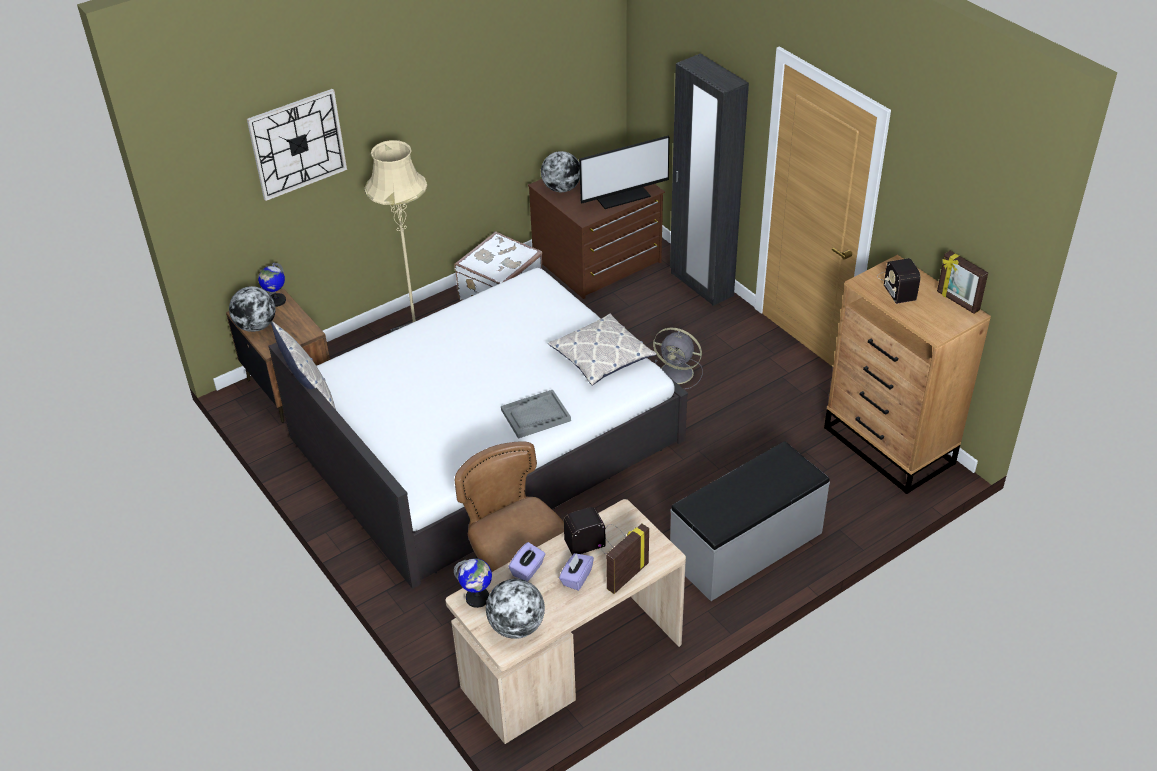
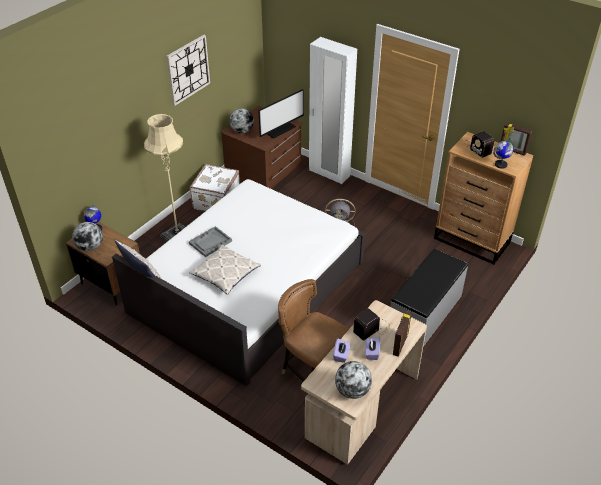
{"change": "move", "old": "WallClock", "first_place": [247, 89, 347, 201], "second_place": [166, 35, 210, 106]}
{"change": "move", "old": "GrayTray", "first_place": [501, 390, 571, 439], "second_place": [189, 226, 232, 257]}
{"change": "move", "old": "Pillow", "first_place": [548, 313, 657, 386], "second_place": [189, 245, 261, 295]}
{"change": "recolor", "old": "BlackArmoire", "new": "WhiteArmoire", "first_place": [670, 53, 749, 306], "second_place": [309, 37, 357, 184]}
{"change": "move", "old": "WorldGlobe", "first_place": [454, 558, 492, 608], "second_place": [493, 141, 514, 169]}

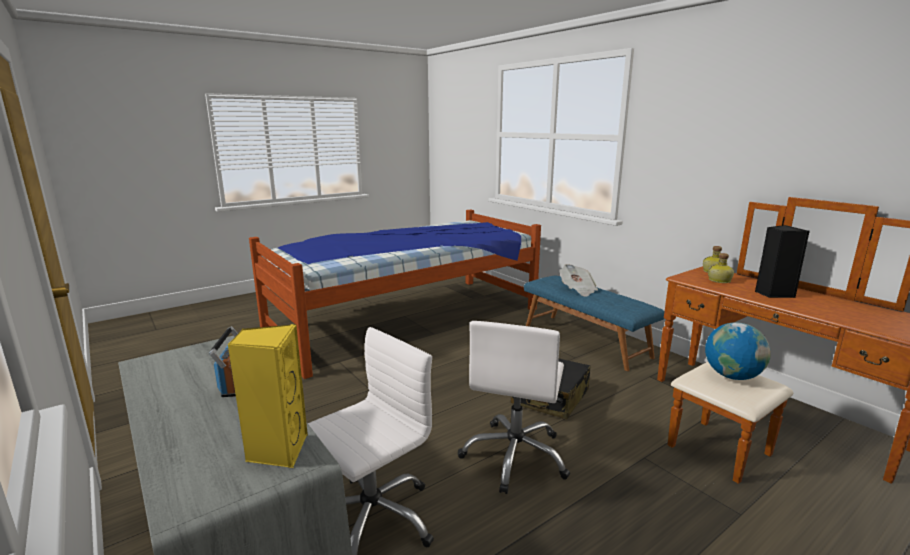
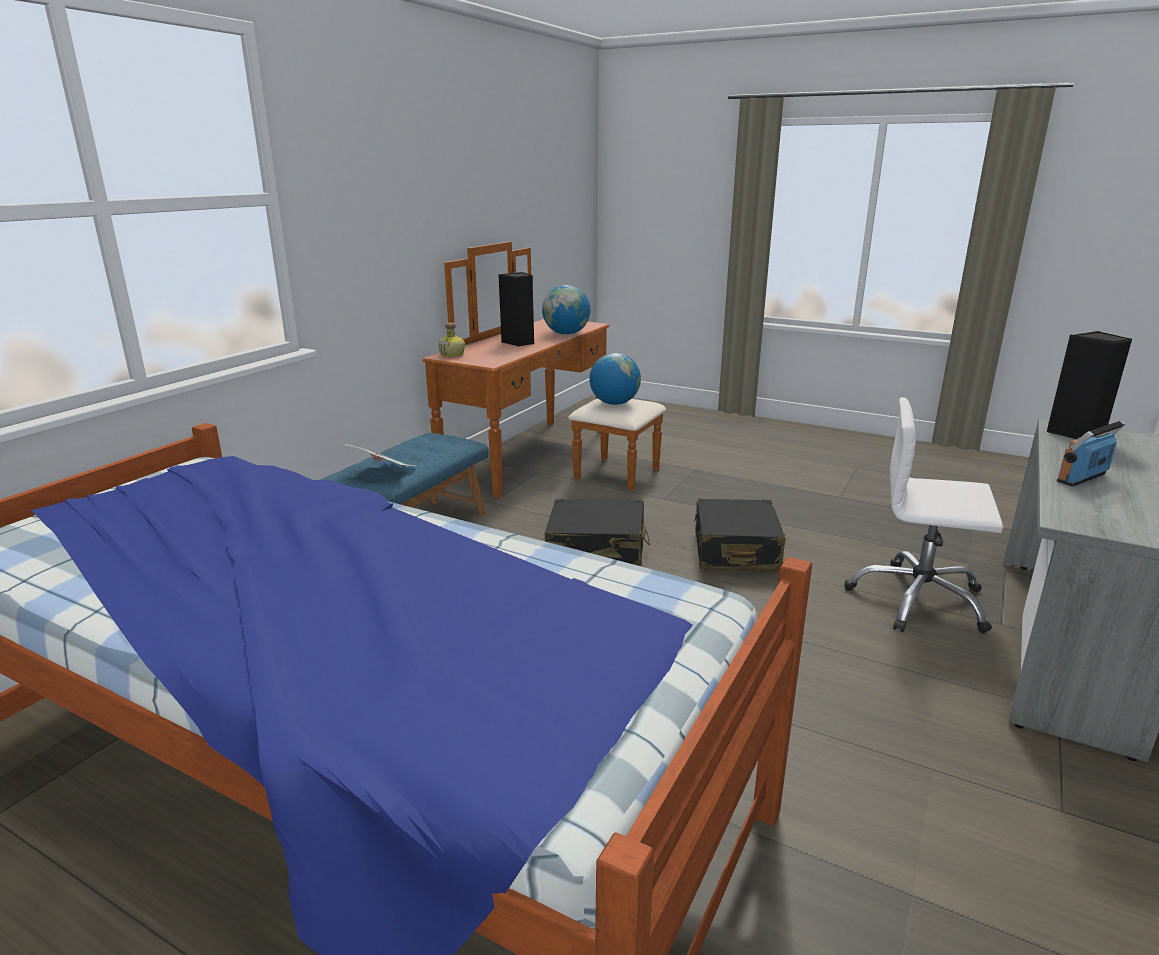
{"change": "insert", "new": "WorldGlobe", "second_place": [542, 285, 591, 335]}
{"change": "replace", "old": "WhiteOfficeChair", "new": "BlackSuitcase", "first_place": [458, 321, 570, 494], "second_place": [693, 499, 786, 572]}
{"change": "recolor", "old": "YellowSpeaker", "new": "BlackSpeaker", "first_place": [227, 324, 308, 468], "second_place": [1047, 331, 1132, 439]}
{"change": "delete", "old": "DrinkBottle", "first_place": [708, 253, 734, 283]}

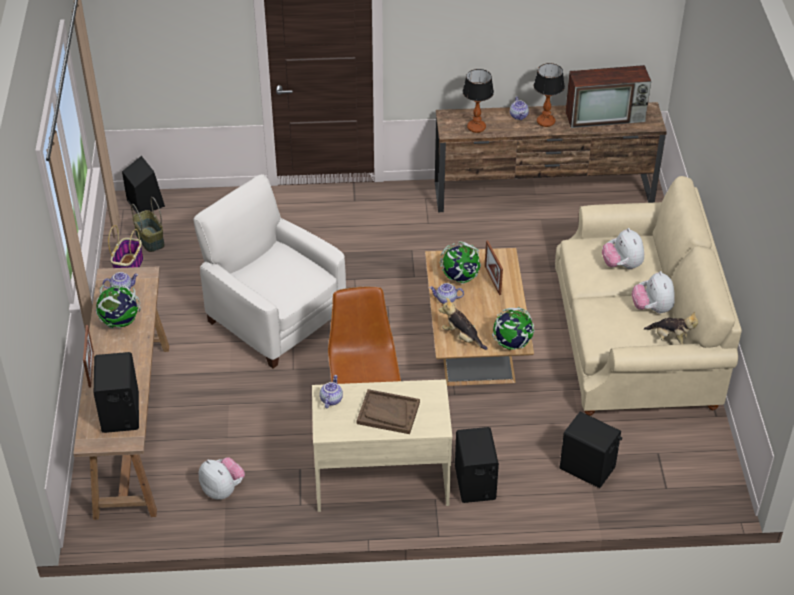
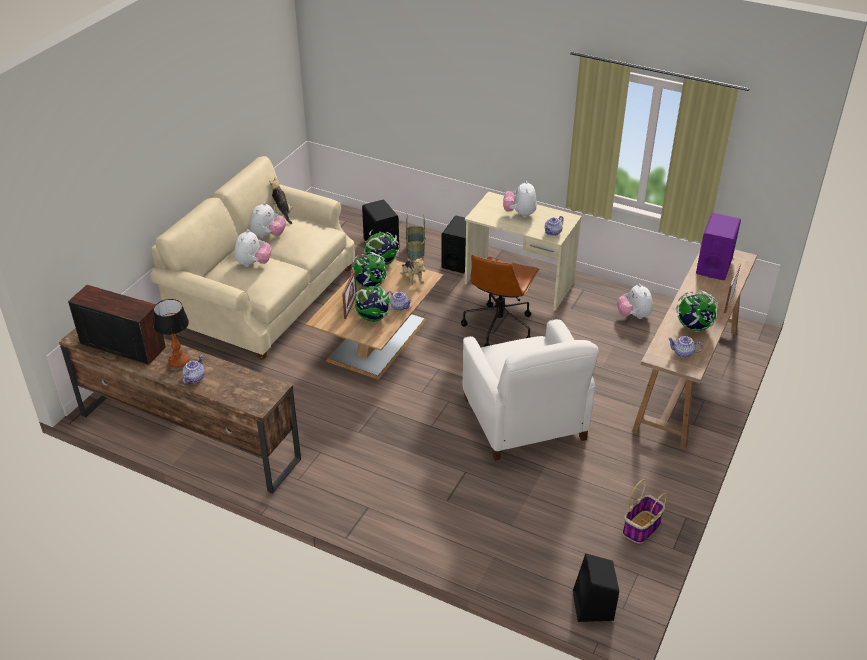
{"change": "insert", "new": "WorldGlobe", "second_place": [351, 252, 387, 287]}
{"change": "move", "old": "StorageBasket", "first_place": [131, 197, 165, 252], "second_place": [406, 213, 426, 259]}
{"change": "replace", "old": "BrownTray", "new": "SoftToy", "first_place": [357, 389, 420, 434], "second_place": [503, 181, 537, 218]}
{"change": "recolor", "old": "BlackSpeaker", "new": "PurpleColouredSpeaker", "first_place": [94, 352, 139, 433], "second_place": [696, 213, 741, 280]}
{"change": "delete", "old": "LampForATable", "first_place": [463, 69, 494, 133]}

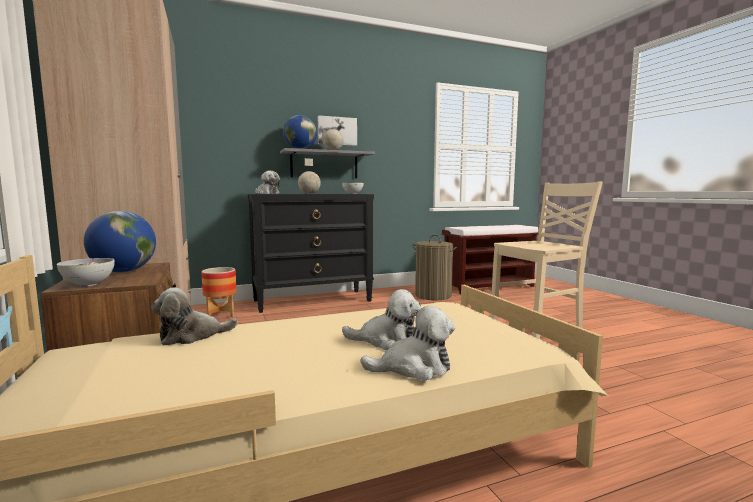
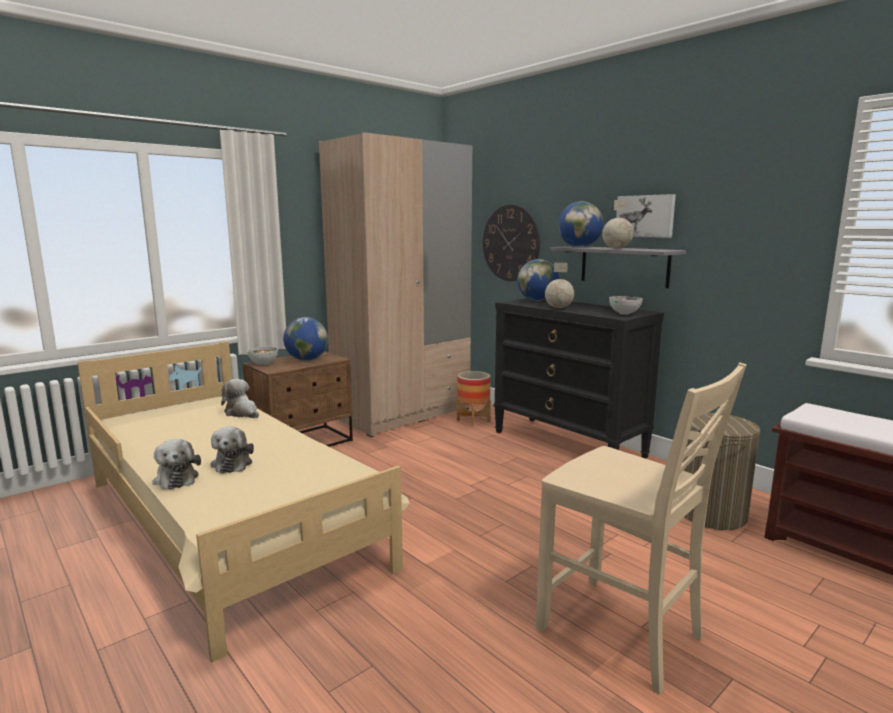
{"change": "insert", "new": "WallClock", "second_place": [483, 205, 540, 281]}
{"change": "replace", "old": "SoftToy", "new": "WorldGlobe", "first_place": [255, 170, 280, 194], "second_place": [517, 259, 559, 301]}

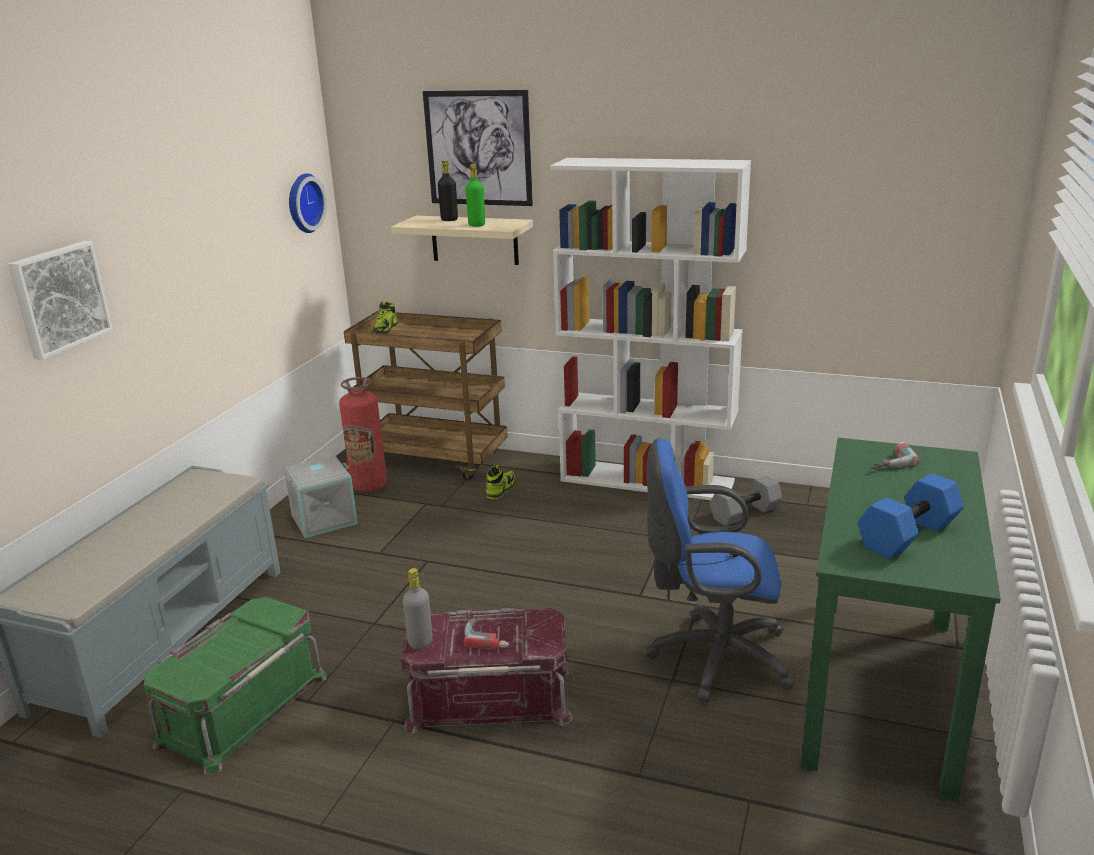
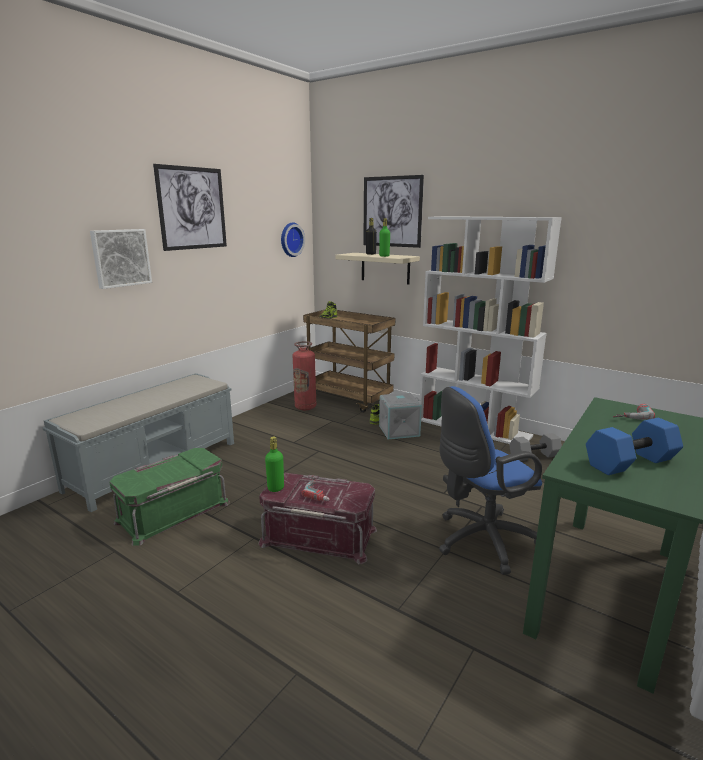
{"change": "insert", "new": "Picture", "second_place": [153, 164, 227, 251]}
{"change": "recolor", "old": "GrayDrinkBottle", "new": "GreenDrinkBottle", "first_place": [403, 568, 432, 649], "second_place": [265, 437, 284, 492]}
{"change": "move", "old": "GrayStorageBin", "first_place": [284, 456, 358, 538], "second_place": [379, 393, 422, 439]}
{"change": "rotate", "old": "BluishOfficeChair", "first_place": [646, 438, 795, 703], "second_place": [439, 386, 542, 575], "degrees": -45}

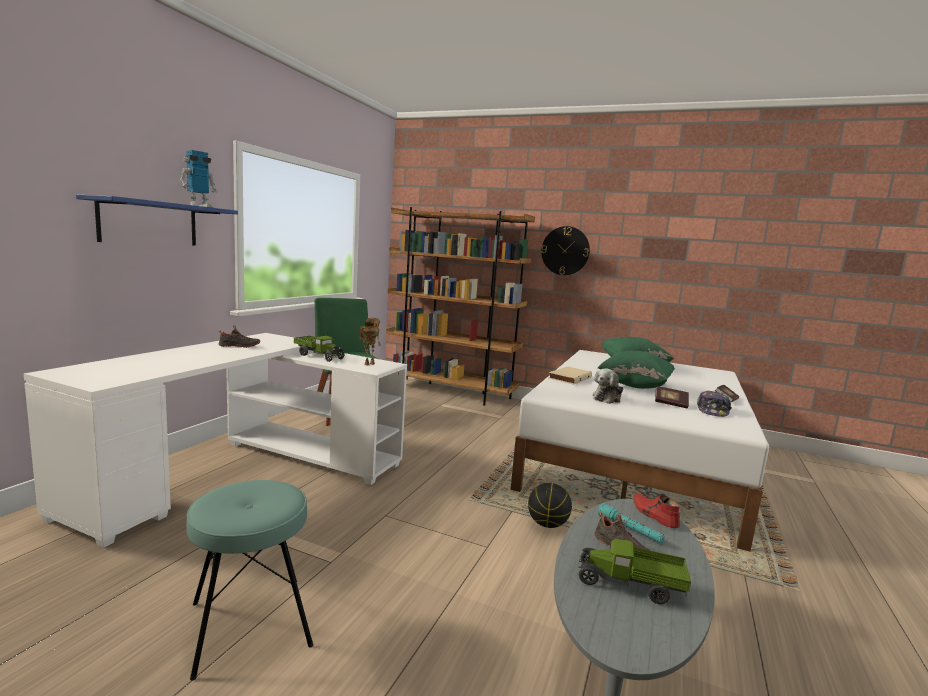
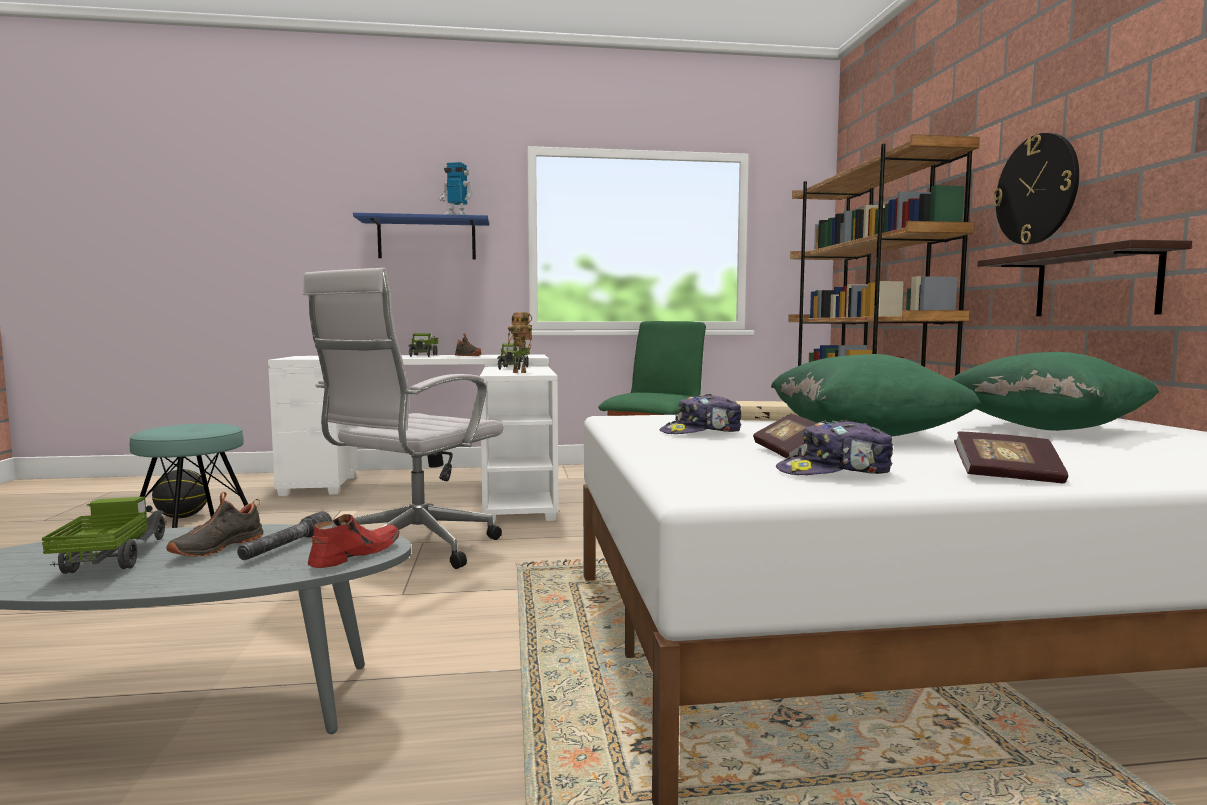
{"change": "move", "old": "BasketballBall", "first_place": [528, 483, 572, 528], "second_place": [152, 469, 207, 518]}
{"change": "recolor", "old": "TurquoiseFlashlight", "new": "GrayFlashlight", "first_place": [598, 503, 665, 543], "second_place": [237, 511, 332, 560]}
{"change": "insert", "new": "WhiteOfficeChair", "second_place": [303, 268, 504, 569]}
{"change": "insert", "new": "ModelTruck", "second_place": [408, 333, 439, 357]}
{"change": "replace", "old": "SoftToy", "new": "PeakedCap", "first_place": [593, 368, 623, 404], "second_place": [659, 394, 742, 434]}
{"change": "insert", "new": "BracketShelf", "second_place": [978, 239, 1192, 316]}

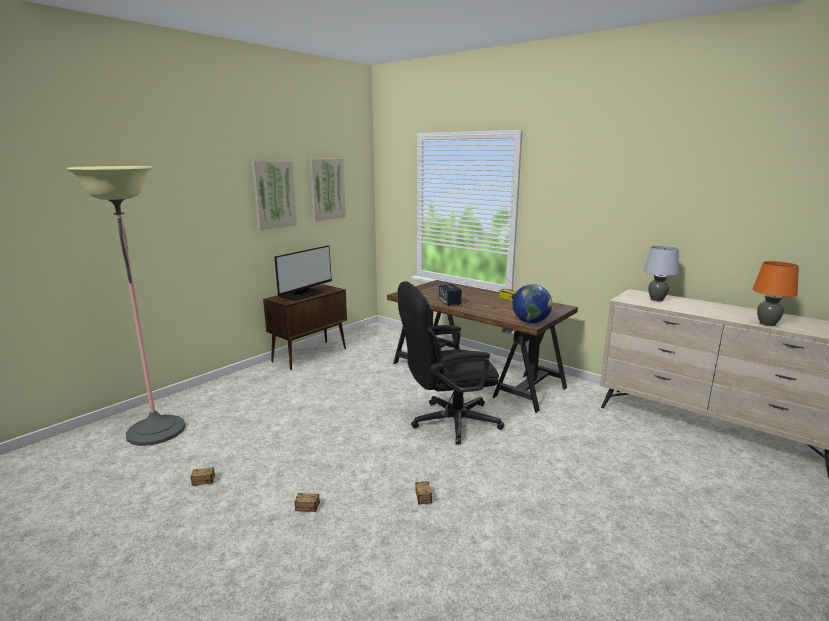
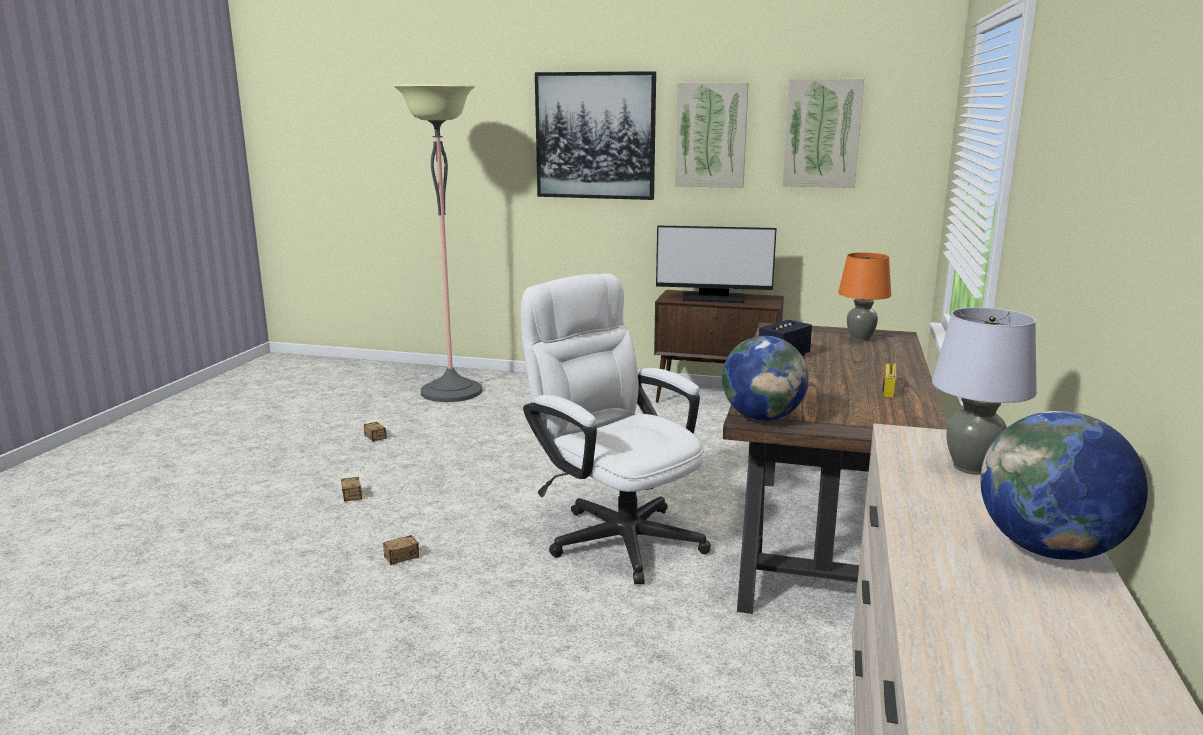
{"change": "recolor", "old": "BlackOfficeChair", "new": "WhiteOfficeChair", "first_place": [398, 281, 505, 445], "second_place": [521, 273, 711, 584]}
{"change": "insert", "new": "Picture", "second_place": [535, 71, 656, 200]}
{"change": "move", "old": "OrangeyLampForATable", "first_place": [753, 261, 799, 326], "second_place": [838, 252, 891, 341]}
{"change": "insert", "new": "WorldGlobe", "second_place": [980, 411, 1148, 560]}

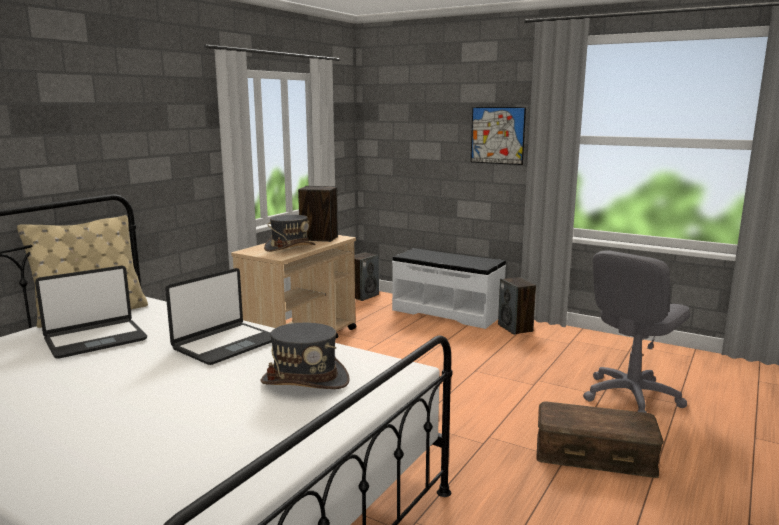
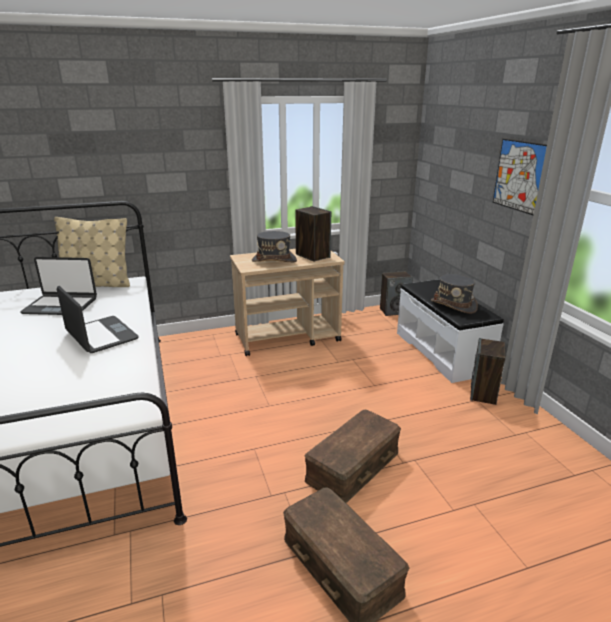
{"change": "rotate", "old": "PortableComputer", "first_place": [165, 268, 272, 365], "second_place": [57, 286, 138, 353], "degrees": -120}
{"change": "insert", "new": "BrownStorageBin", "second_place": [305, 410, 401, 503]}
{"change": "move", "old": "GrayHat", "first_place": [261, 323, 350, 389], "second_place": [431, 274, 478, 314]}
{"change": "delete", "old": "GrayOfficeChair", "first_place": [583, 250, 690, 413]}

